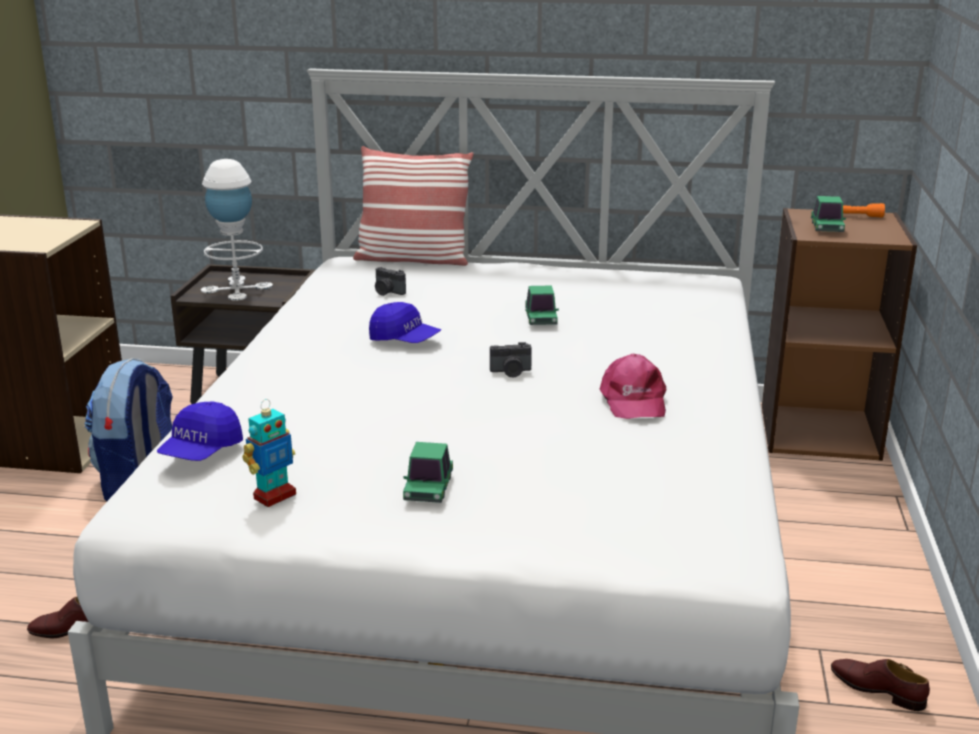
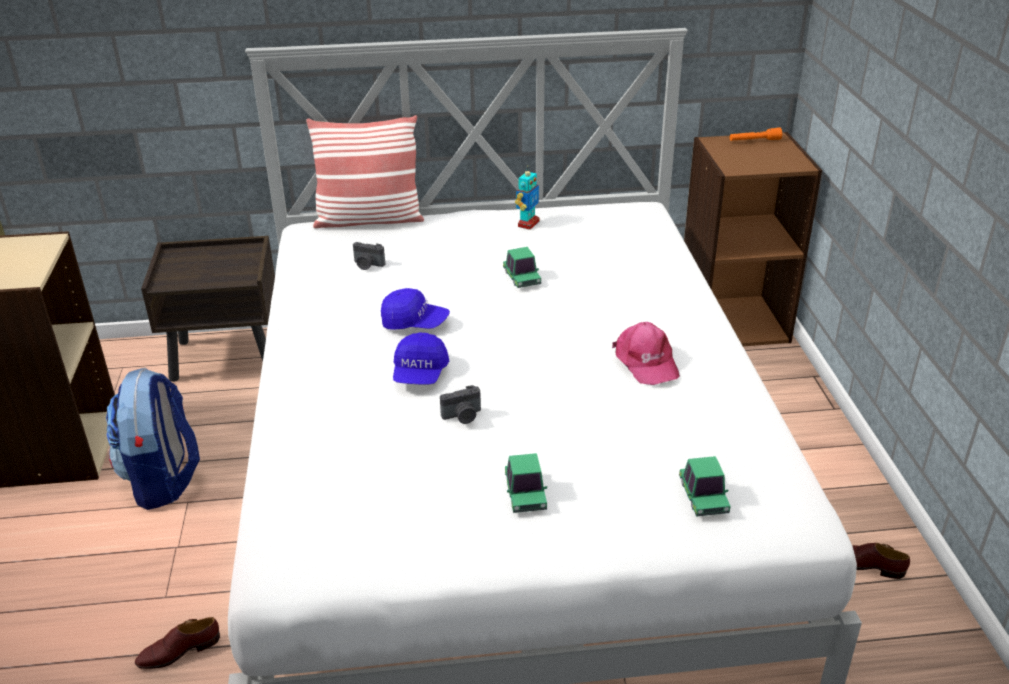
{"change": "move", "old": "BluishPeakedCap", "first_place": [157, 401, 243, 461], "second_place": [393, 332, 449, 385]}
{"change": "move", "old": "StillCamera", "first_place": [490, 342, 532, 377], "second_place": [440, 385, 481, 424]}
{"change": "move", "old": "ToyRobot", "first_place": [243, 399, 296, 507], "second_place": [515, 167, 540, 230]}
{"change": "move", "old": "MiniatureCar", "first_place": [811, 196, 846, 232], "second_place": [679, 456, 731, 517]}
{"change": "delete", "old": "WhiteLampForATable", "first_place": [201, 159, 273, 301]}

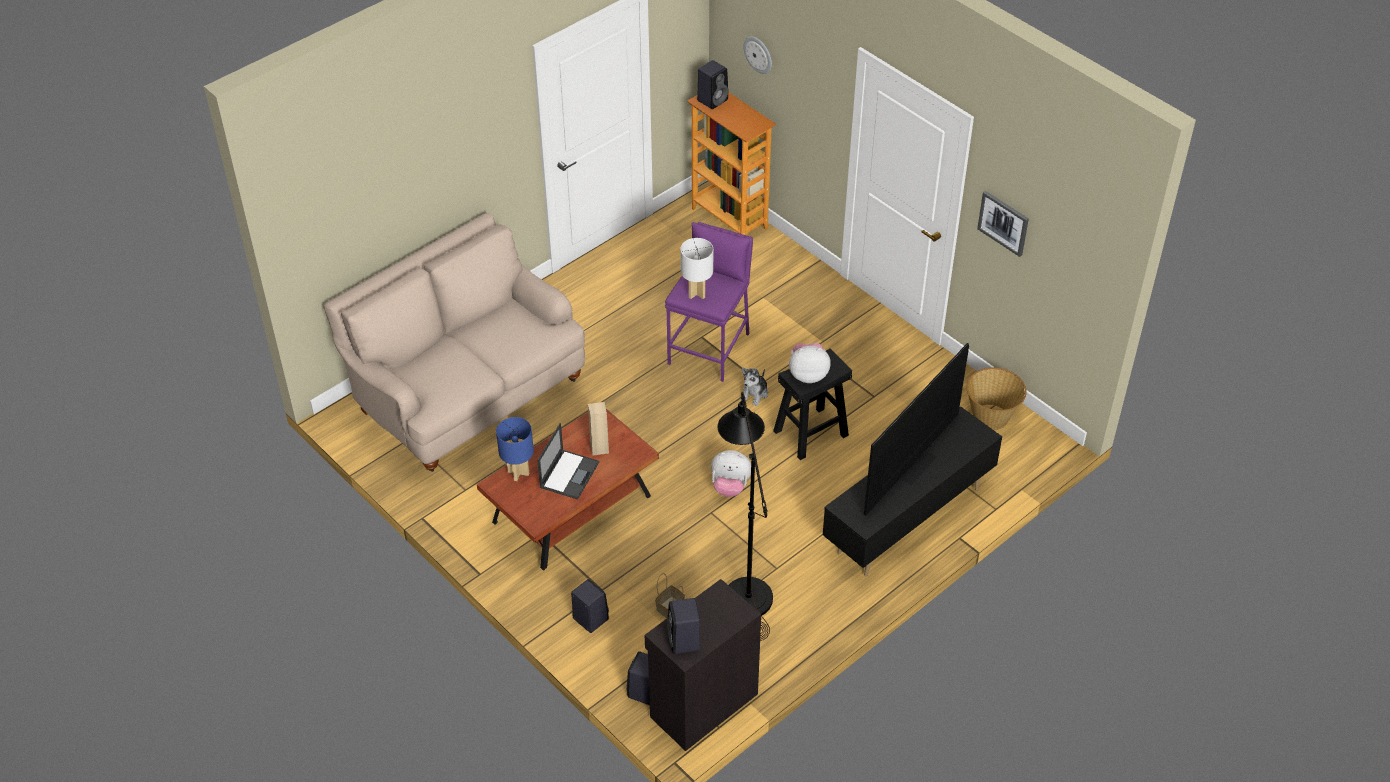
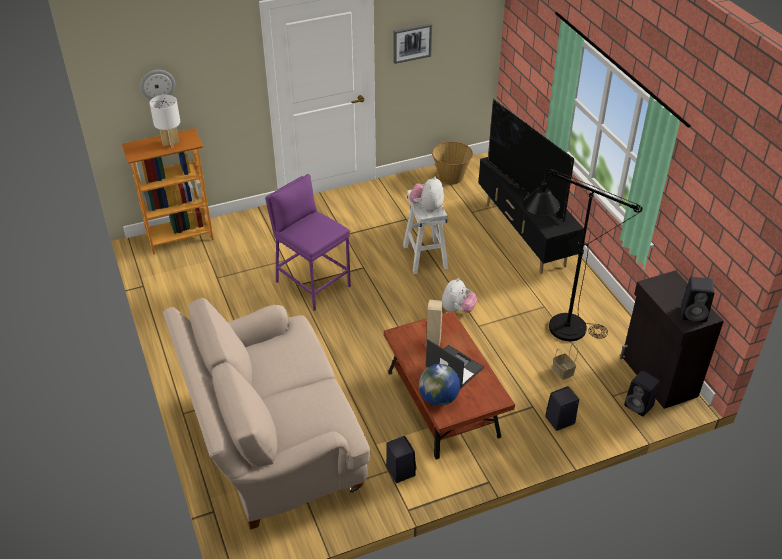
{"change": "move", "old": "WhiteLampForATable", "first_place": [680, 238, 713, 299], "second_place": [150, 95, 180, 148]}
{"change": "move", "old": "BlackSpeaker", "first_place": [697, 60, 729, 109], "second_place": [386, 436, 416, 483]}
{"change": "recolor", "old": "BlackStool", "new": "WhiteStool", "first_place": [773, 348, 852, 460], "second_place": [403, 190, 448, 274]}
{"change": "replace", "old": "BluishLampForATable", "new": "WorldGlobe", "first_place": [496, 417, 534, 481], "second_place": [419, 364, 460, 406]}
{"change": "delete", "old": "SoftToy", "first_place": [742, 368, 768, 406]}

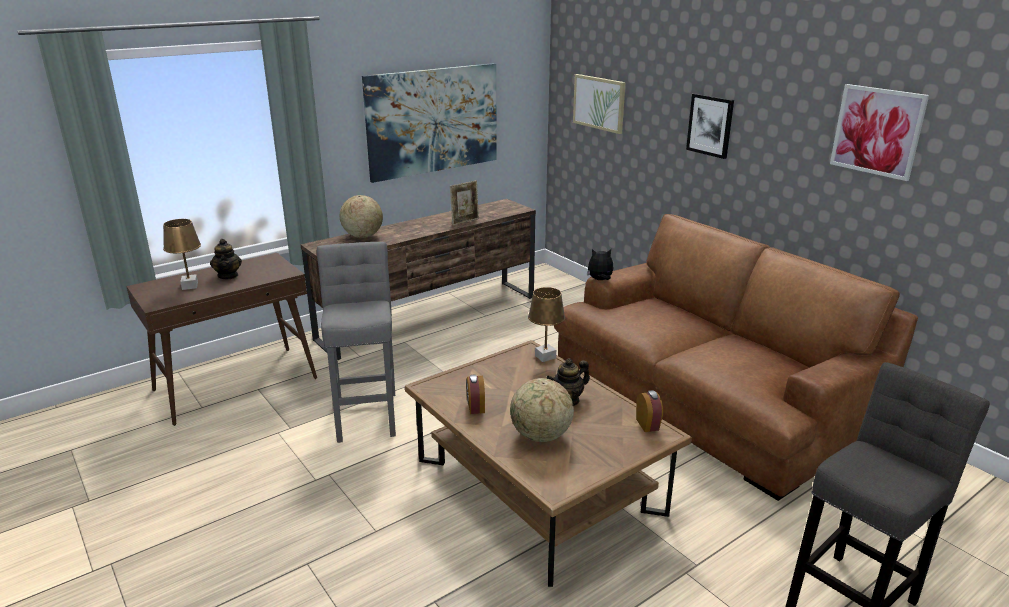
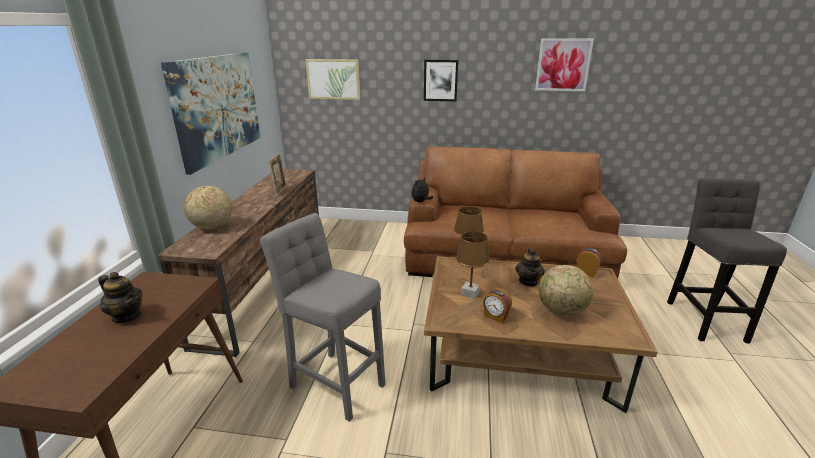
{"change": "move", "old": "BrownLampForATable", "first_place": [163, 219, 201, 290], "second_place": [456, 231, 490, 299]}

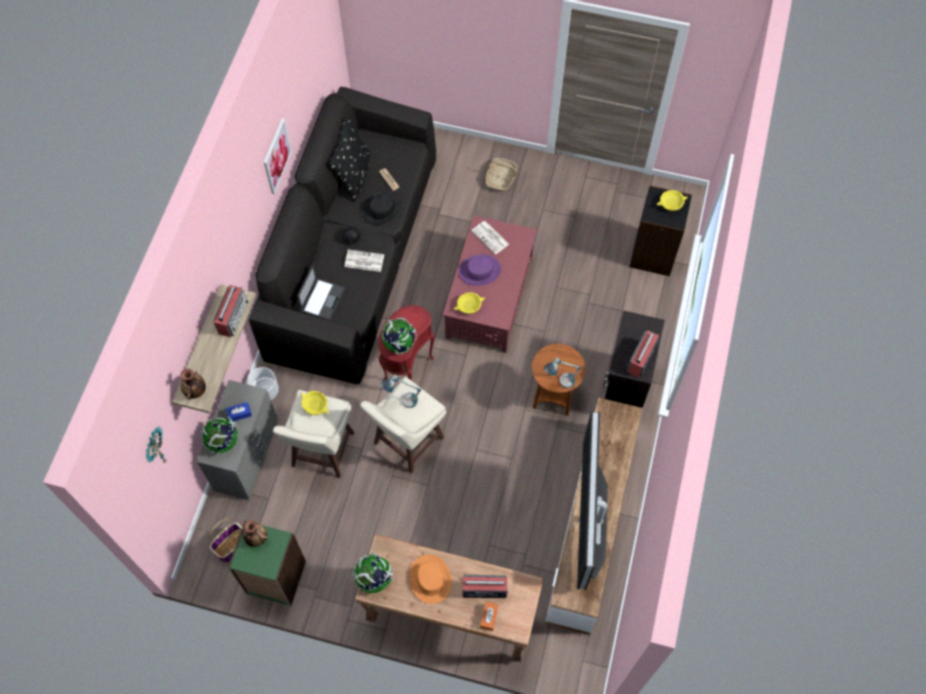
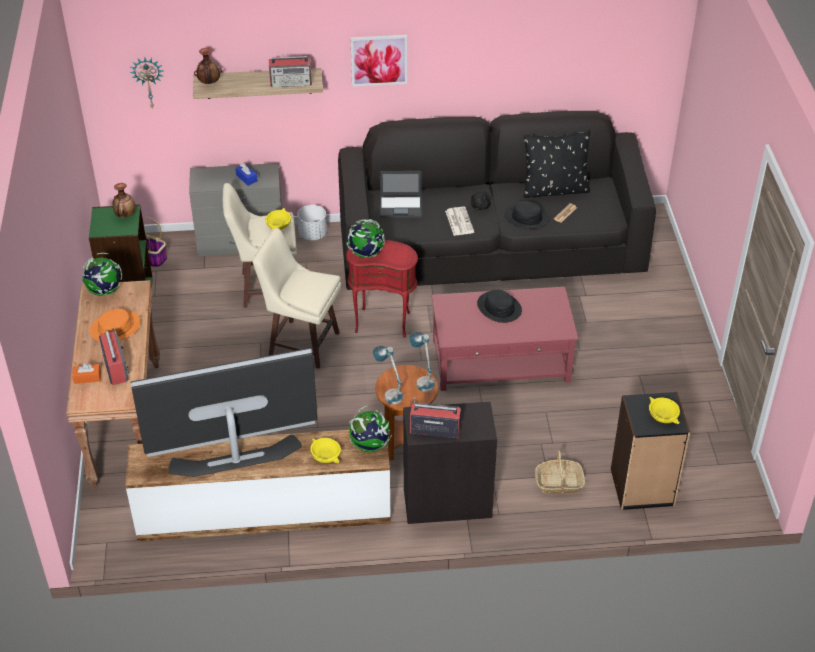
{"change": "move", "old": "YellowDeepDish", "first_place": [454, 292, 485, 314], "second_place": [310, 438, 341, 463]}
{"change": "move", "old": "WorldGlobe", "first_place": [201, 416, 239, 454], "second_place": [349, 406, 392, 452]}
{"change": "move", "old": "Picture", "first_place": [264, 118, 292, 194], "second_place": [350, 35, 407, 87]}
{"change": "move", "old": "LampForATable", "first_place": [381, 374, 421, 408], "second_place": [409, 332, 435, 392]}
{"change": "recolor", "old": "PurpleColouredHat", "new": "BlackHat", "first_place": [459, 254, 501, 286], "second_place": [477, 290, 522, 323]}
{"change": "move", "old": "StorageBasket", "first_place": [486, 158, 517, 192], "second_place": [535, 450, 585, 494]}
{"change": "delete", "old": "Newspaper", "first_place": [471, 221, 509, 255]}

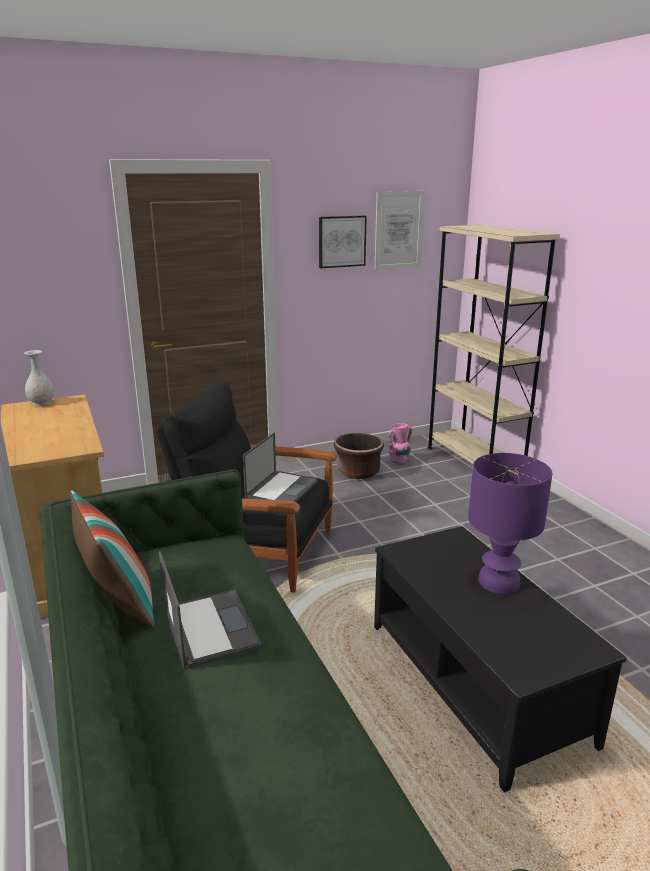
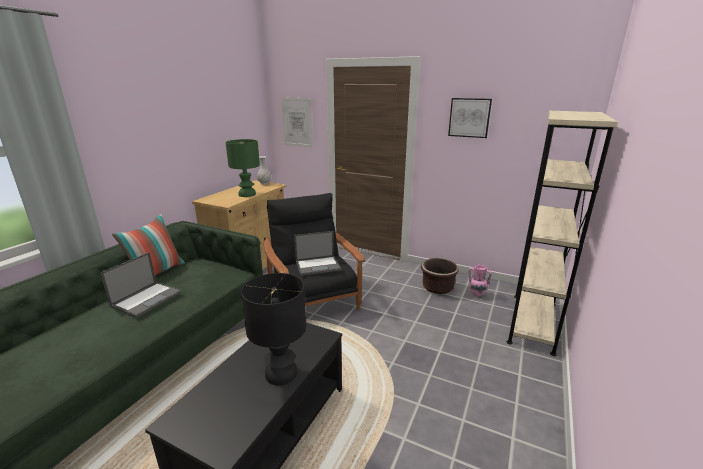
{"change": "insert", "new": "GreenLampForATable", "second_place": [225, 139, 260, 197]}
{"change": "recolor", "old": "PurpleColouredLampForATable", "new": "BlackLampForATable", "first_place": [468, 453, 552, 594], "second_place": [241, 273, 306, 386]}
{"change": "move", "old": "Picture", "first_place": [375, 191, 424, 270], "second_place": [282, 97, 313, 147]}

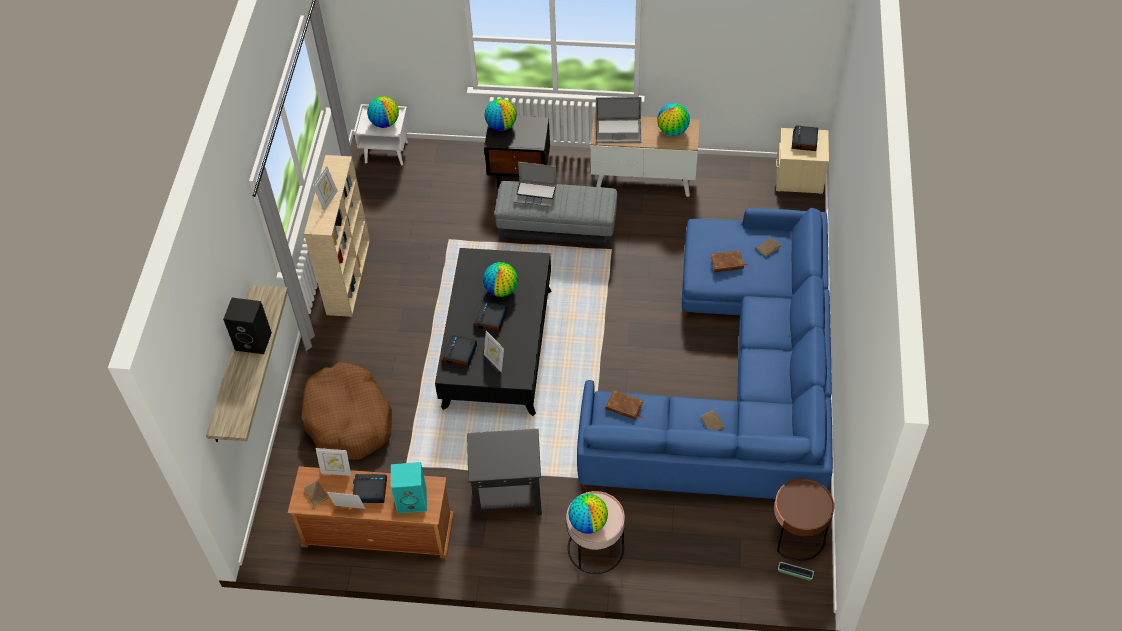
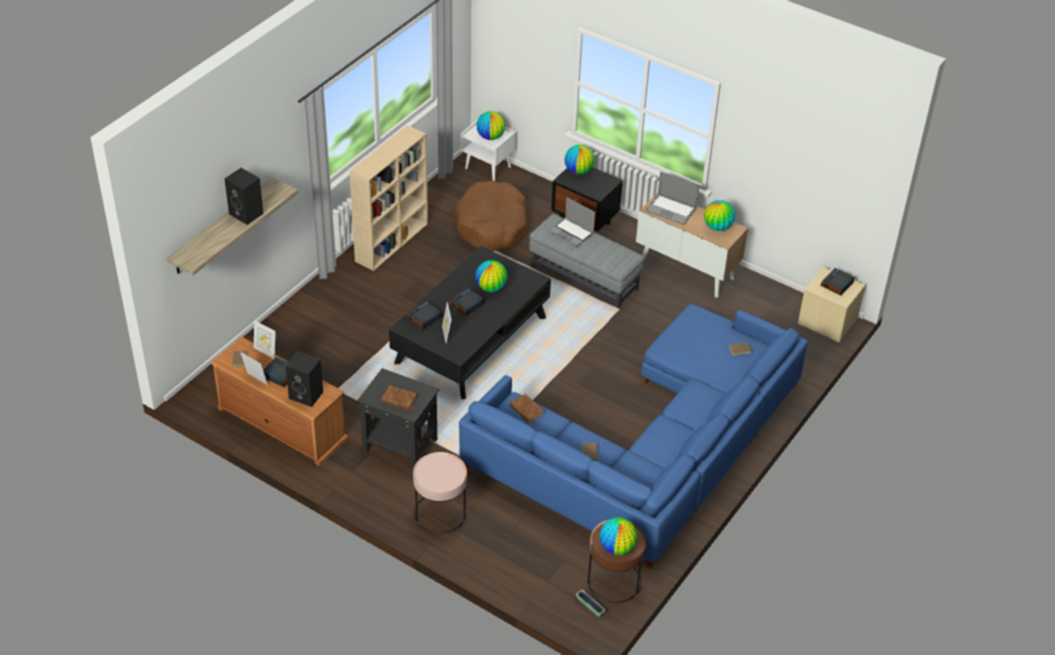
{"change": "recolor", "old": "TurquoiseSpeaker", "new": "BlackSpeaker", "first_place": [391, 462, 427, 513], "second_place": [285, 351, 323, 407]}
{"change": "move", "old": "BrownBoundBook", "first_place": [710, 250, 748, 272], "second_place": [381, 385, 417, 410]}
{"change": "move", "old": "BrownDogCushion", "first_place": [301, 362, 392, 460], "second_place": [455, 181, 527, 251]}
{"change": "move", "old": "WorldGlobe", "first_place": [568, 494, 608, 534], "second_place": [600, 517, 637, 555]}
{"change": "delete", "old": "PictureFrame", "first_place": [313, 166, 338, 211]}

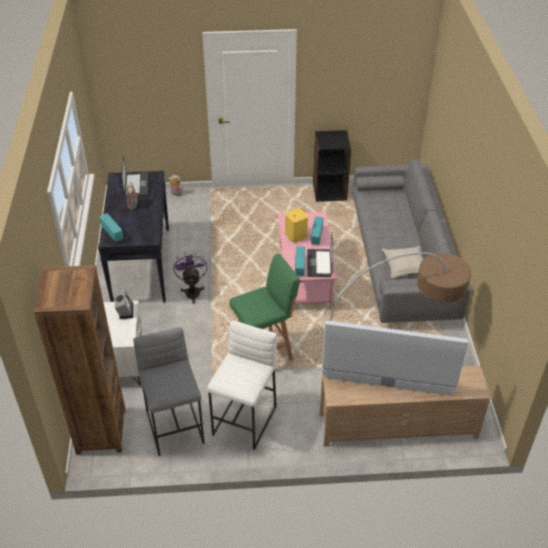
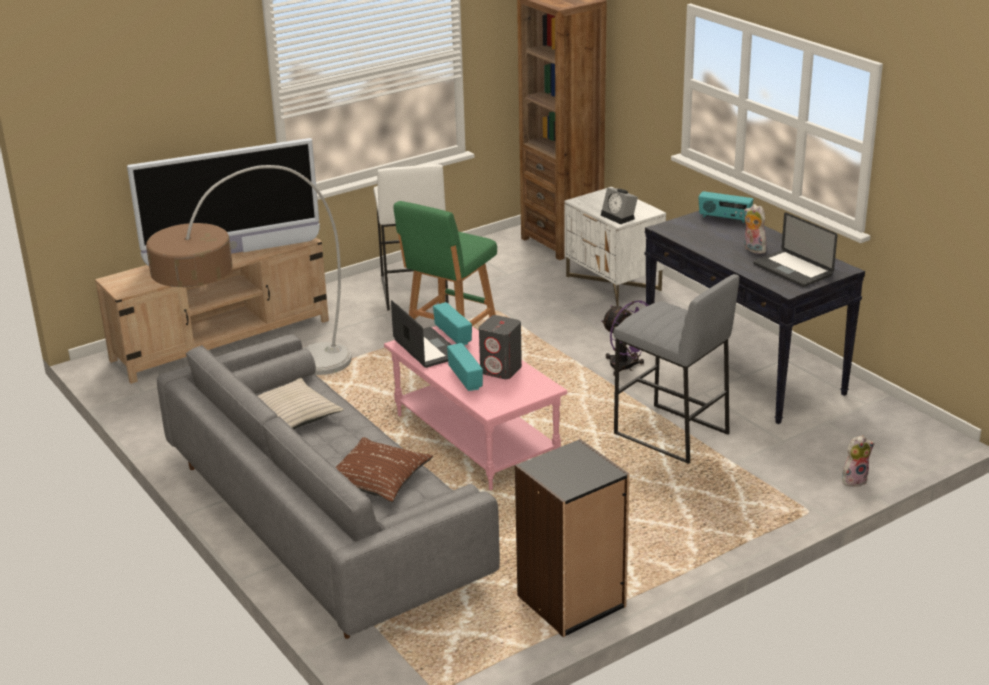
{"change": "insert", "new": "BrownPillow", "second_place": [335, 437, 433, 502]}
{"change": "recolor", "old": "YellowSpeaker", "new": "GraySpeaker", "first_place": [285, 208, 308, 243], "second_place": [479, 315, 522, 379]}
{"change": "move", "old": "GrayStool", "first_place": [133, 327, 205, 456], "second_place": [613, 274, 739, 464]}

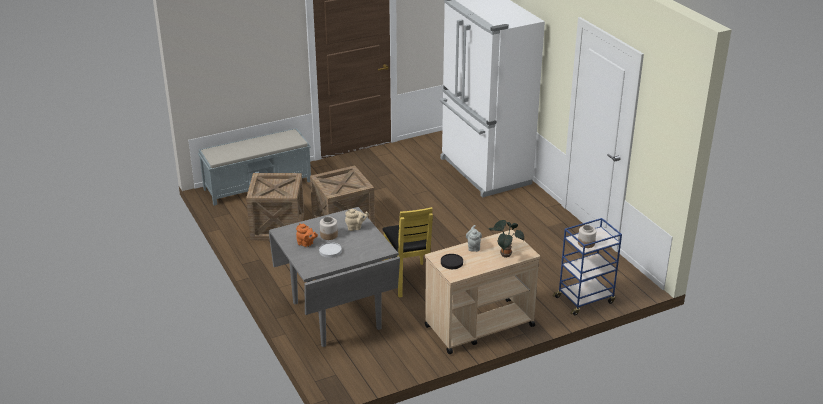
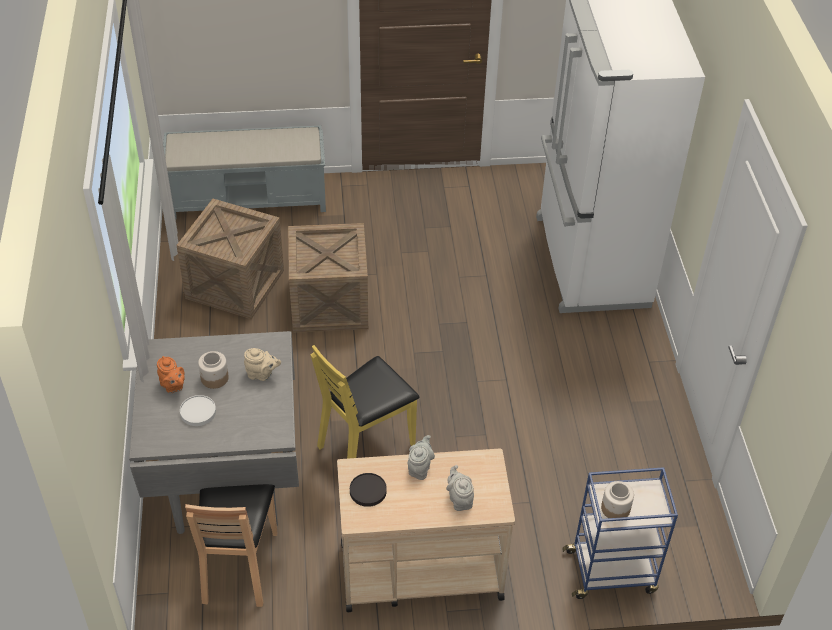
{"change": "insert", "new": "BrownPlainChair", "second_place": [185, 484, 278, 607]}
{"change": "rotate", "old": "YellowPlainChair", "first_place": [382, 207, 433, 297], "second_place": [310, 345, 419, 459], "degrees": 45}
{"change": "replace", "old": "PlantInAPot", "new": "GrayPotForTea", "first_place": [489, 220, 524, 258], "second_place": [446, 465, 474, 511]}

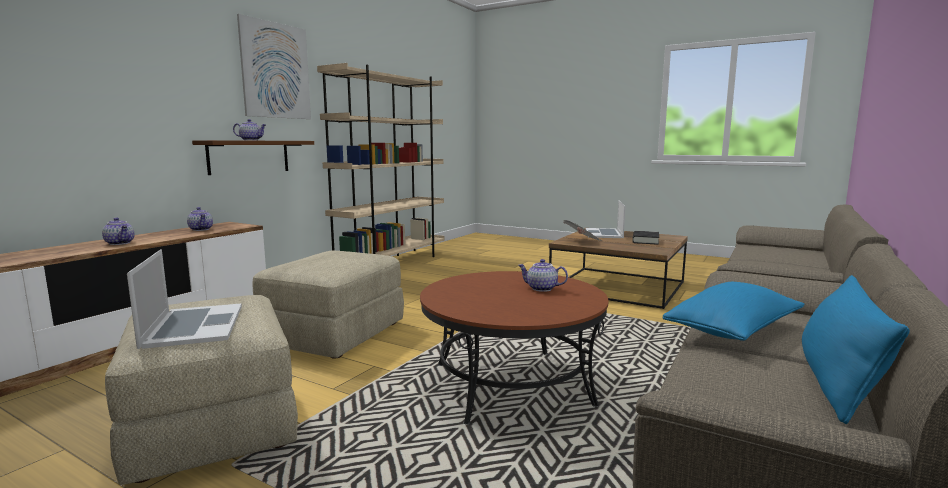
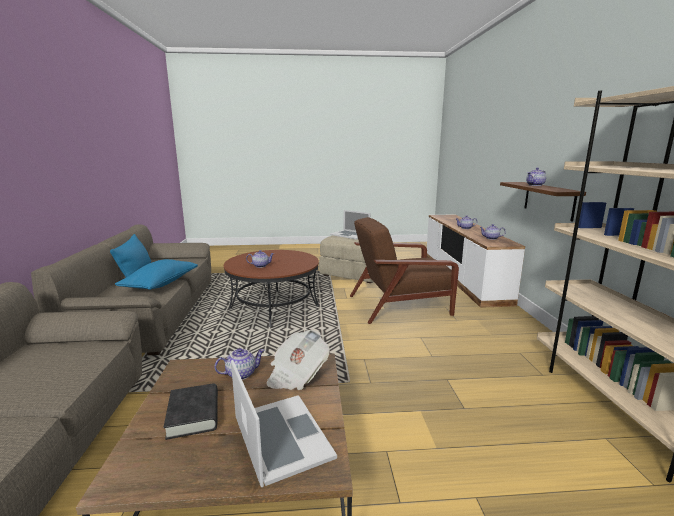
{"change": "insert", "new": "PotForTea", "second_place": [215, 348, 265, 380]}
{"change": "replace", "old": "BeigeFootrest", "new": "BrownLoungeChair", "first_place": [253, 251, 404, 358], "second_place": [350, 217, 459, 324]}
{"change": "delete", "old": "Picture", "first_place": [237, 14, 311, 119]}

